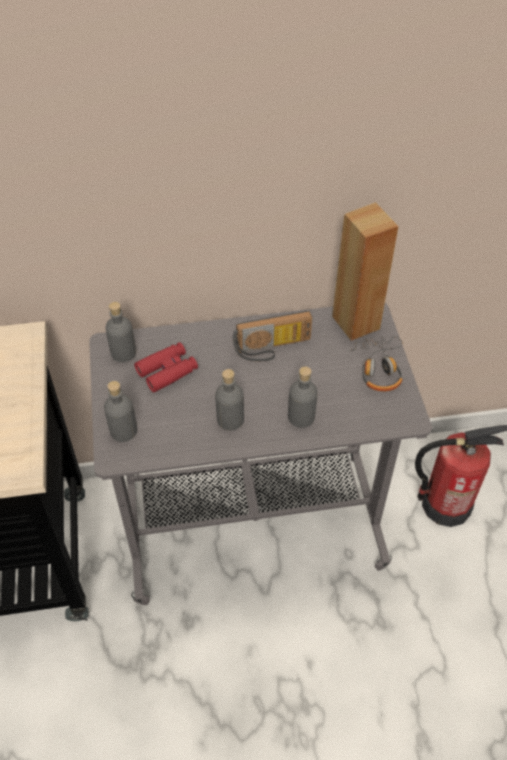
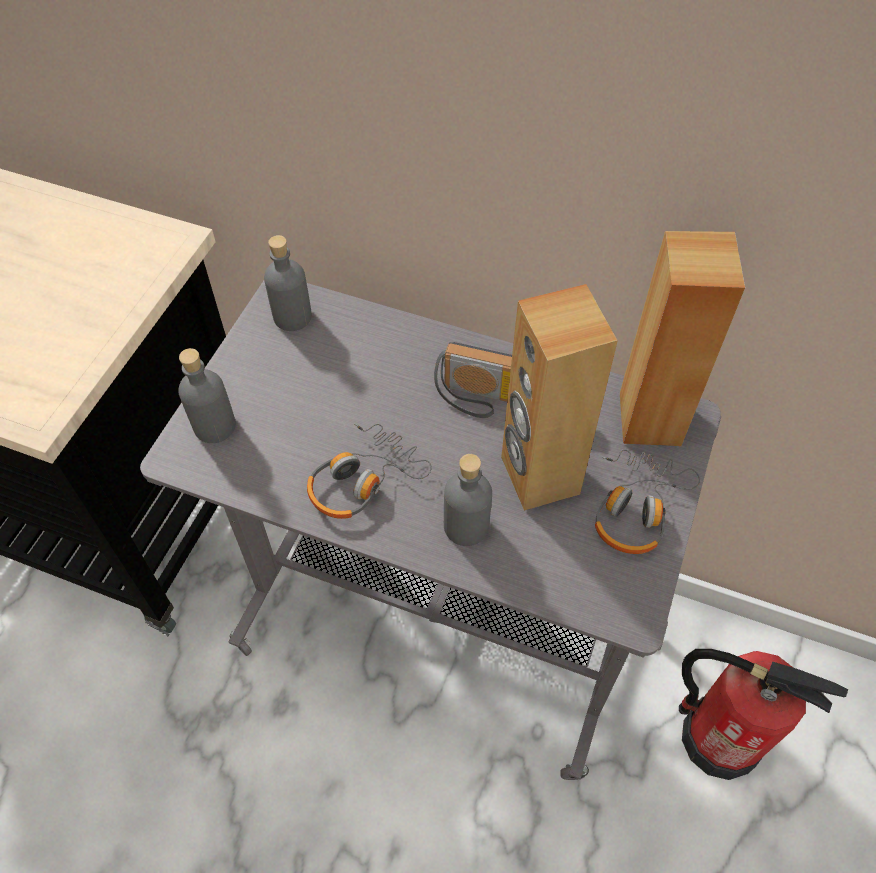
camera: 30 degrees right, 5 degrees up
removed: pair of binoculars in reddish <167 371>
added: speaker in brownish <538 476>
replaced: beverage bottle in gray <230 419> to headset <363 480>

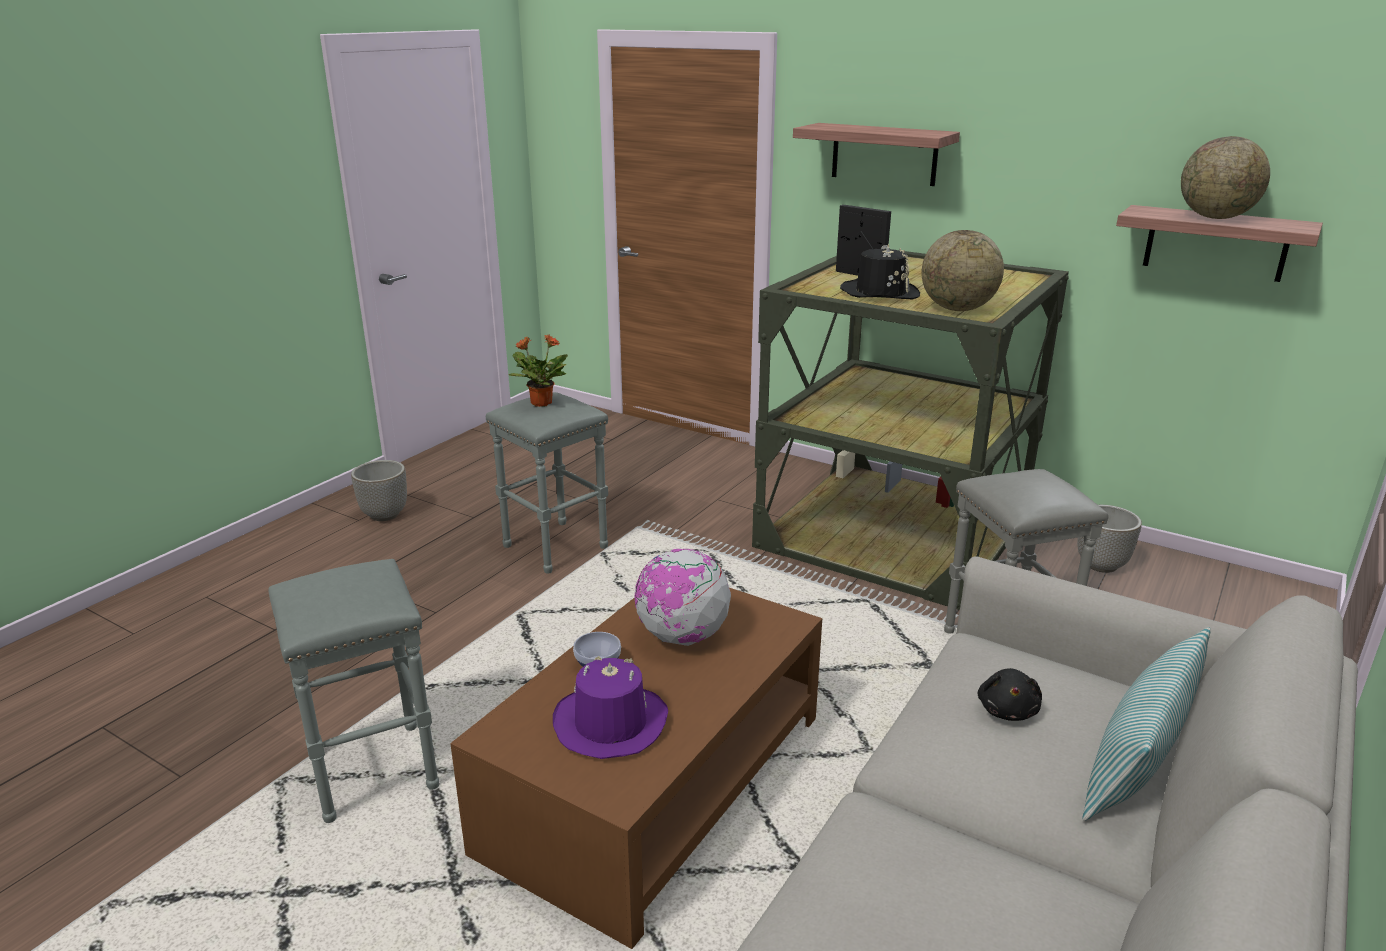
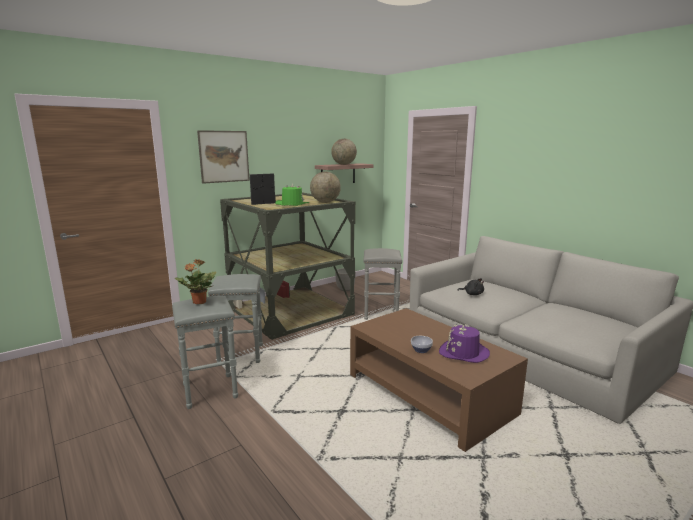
camera: 70 degrees left, 10 degrees down
removed: flower pot <384 515>; globe <682 637>; throw pillow <1137 761>
moved: stool in gray <375 769> to <240 354>
replaced: shelf <884 154> to wall art <224 156>
recoloured: hat in blackish <880 293> to hat in greenish <292 204>

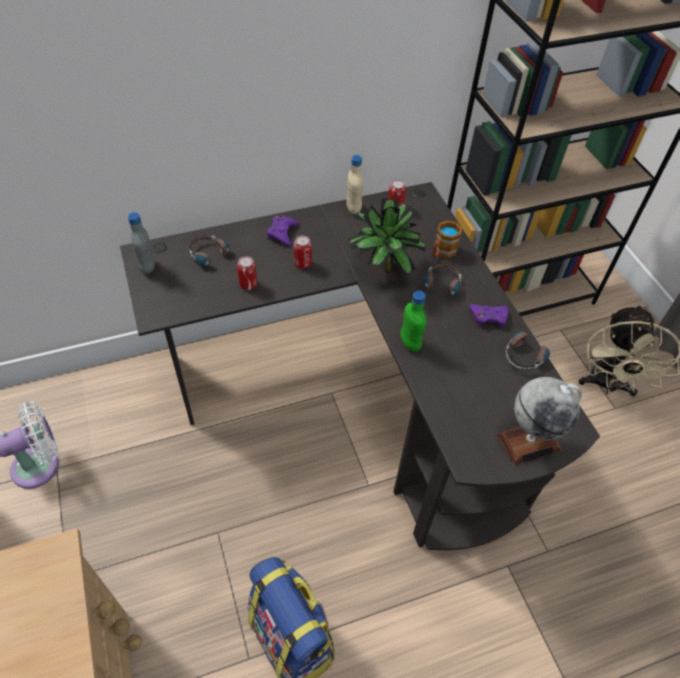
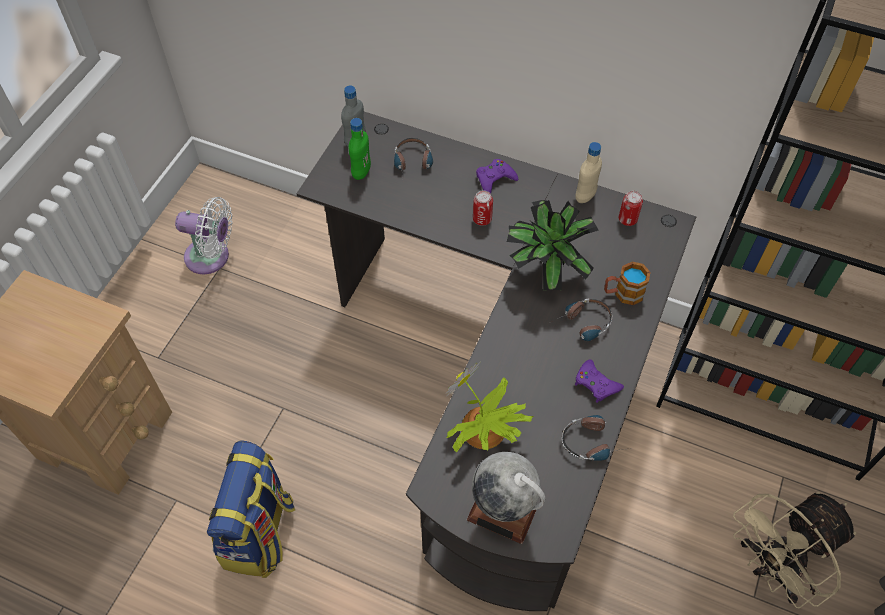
camera: 45 degrees right, 5 degrees up
removed: sealed can <248 284>
added: potted plant <483 431>
moved: beverage bottle in greenish <410 343> to <361 172>

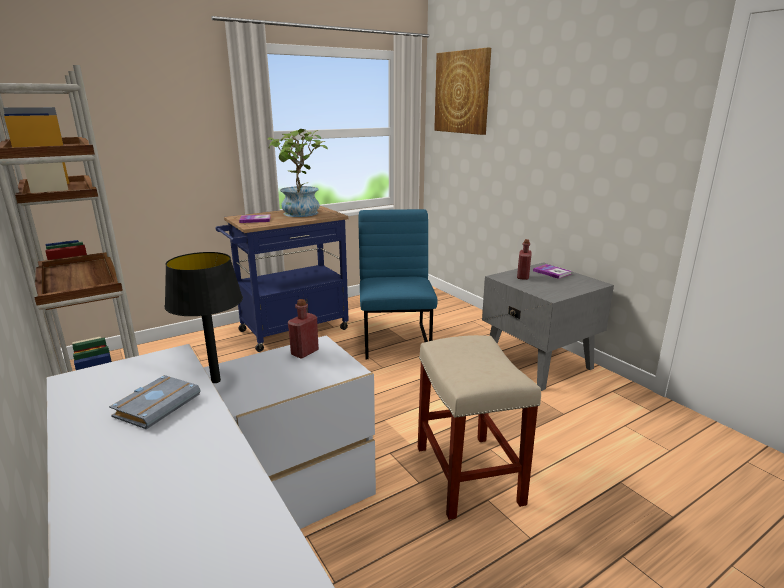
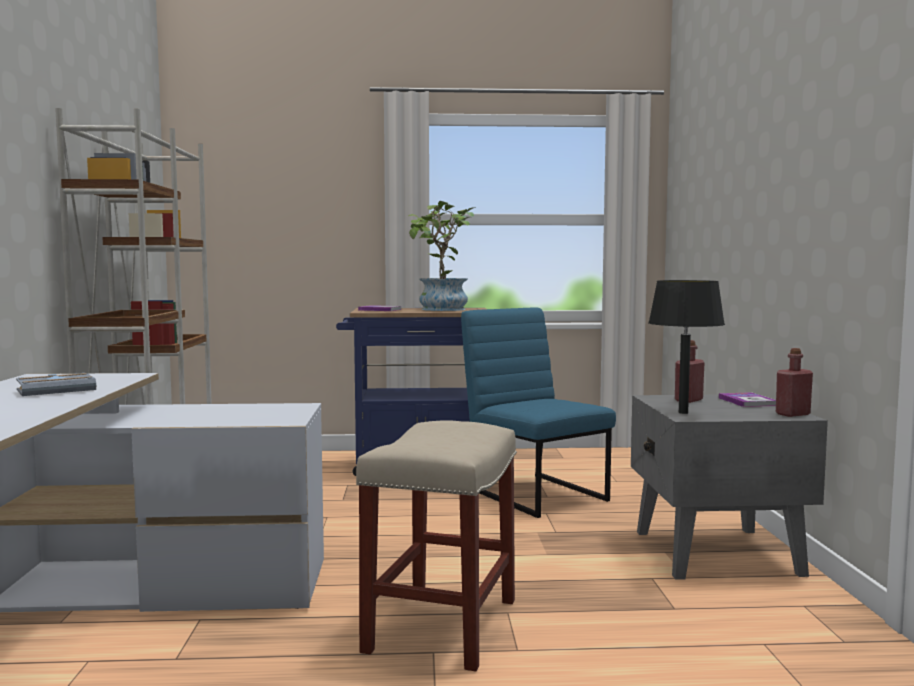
camera: 30 degrees right, 15 degrees down
removed: wall art <462 92>
moved: table lamp in blackish <215 381> to <683 413>; beverage bottle in reddish <304 352> to <792 414>
turned: upright chair in blue <396 339> = <535 493> 60 degrees counterclockwise

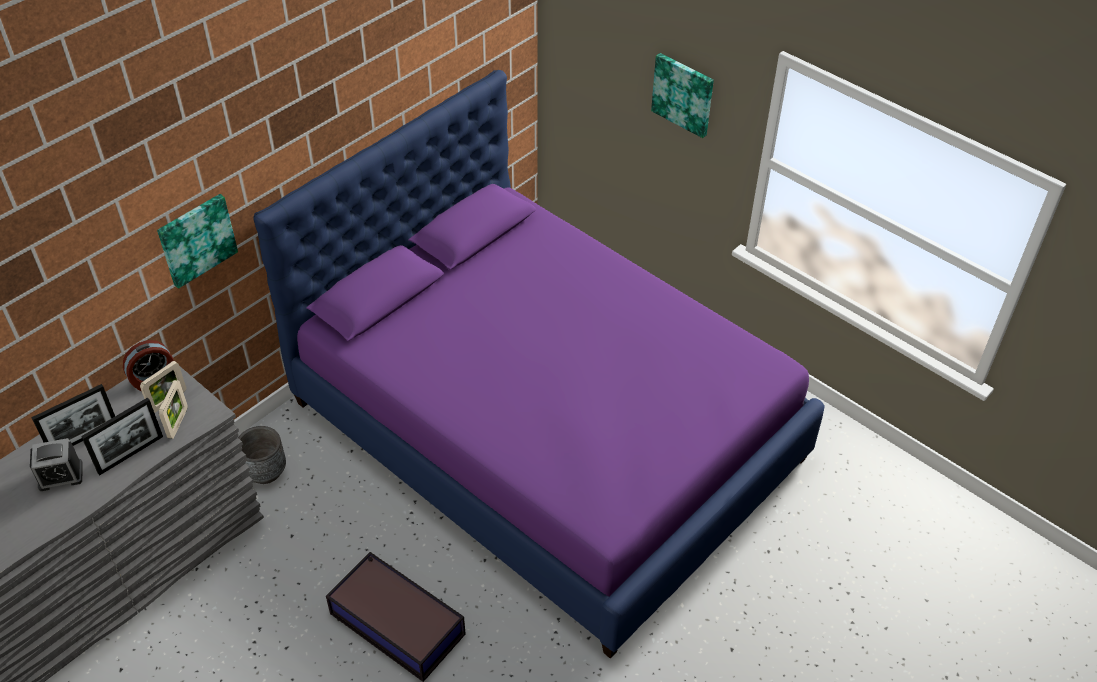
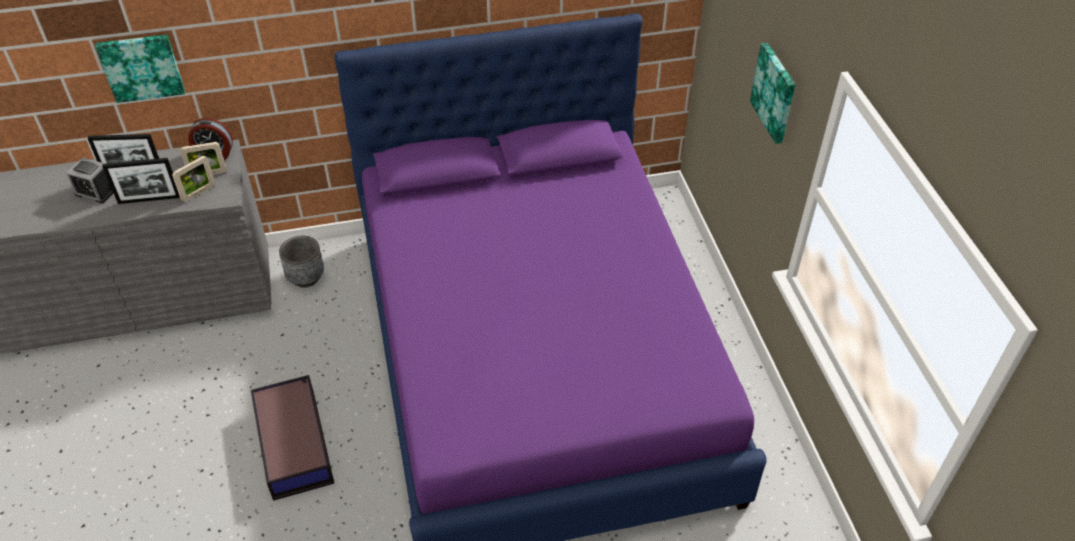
camera: 35 degrees right, 0 degrees up
moved: wall art <196 239> to <141 67>

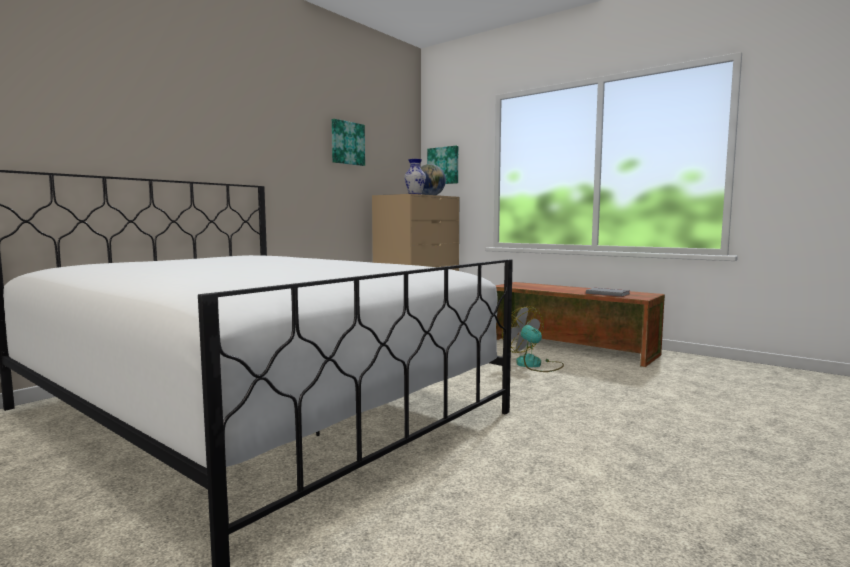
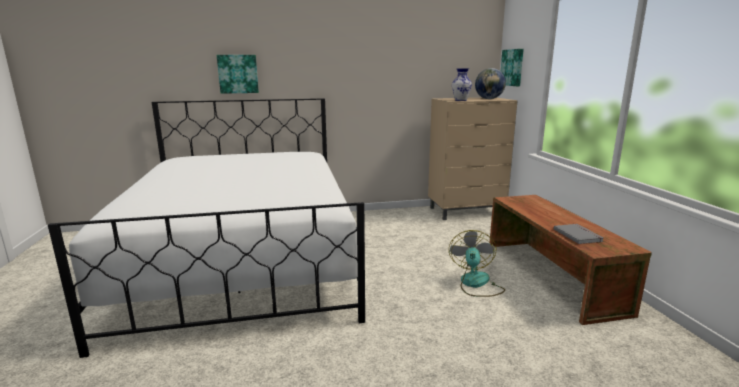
camera: 40 degrees right, 10 degrees up
moved: wall art <347 143> to <238 74>

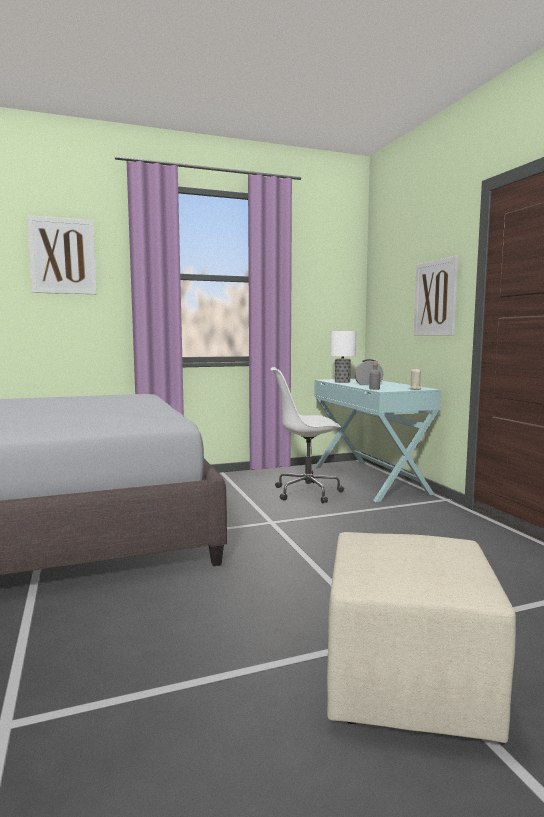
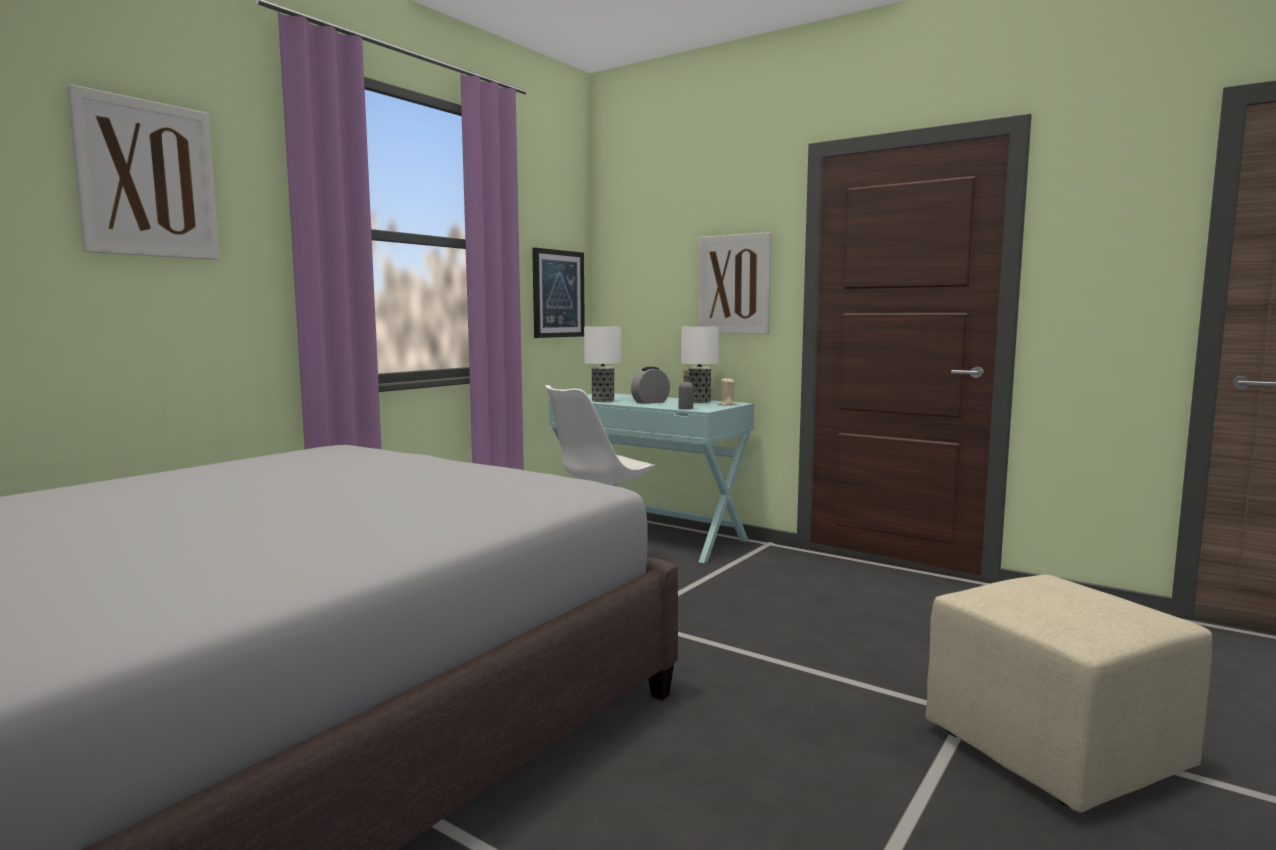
camera: 35 degrees left, 0 degrees up
added: wall art <558 294>; table lamp <699 401>

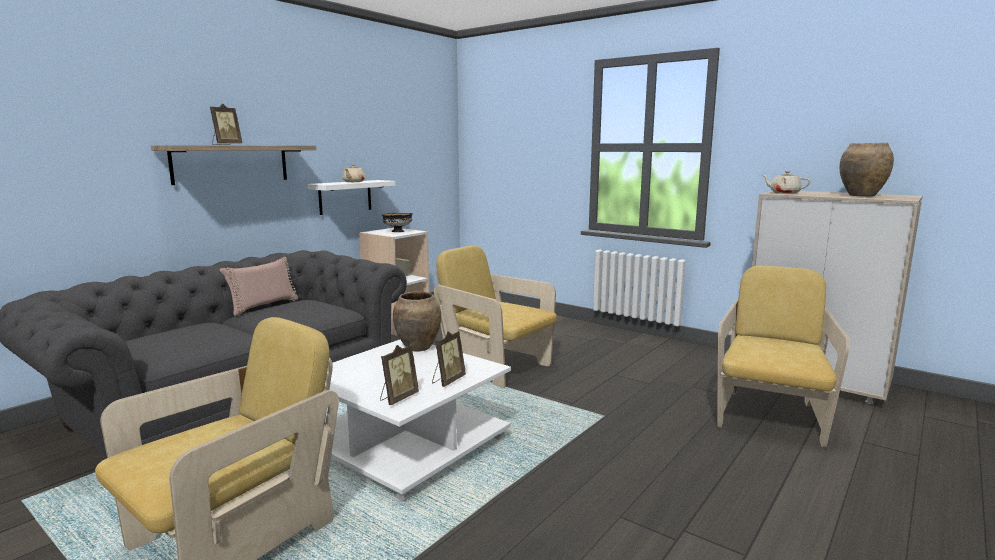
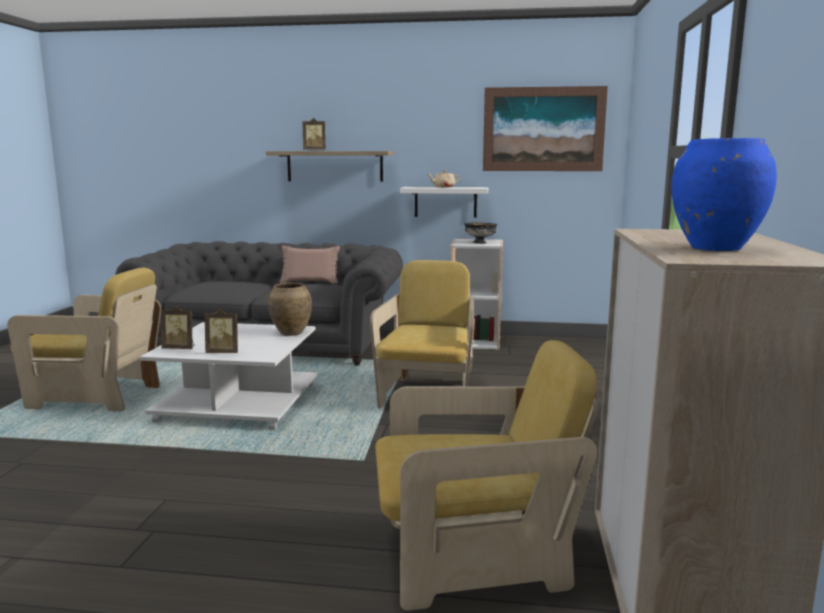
camera: 60 degrees right, 0 degrees up
removed: tea pot in sand-coloured <784 193>
added: wall art <543 129>
recoloured: decorative vase in brownish <862 195> to decorative vase in blue <714 248>

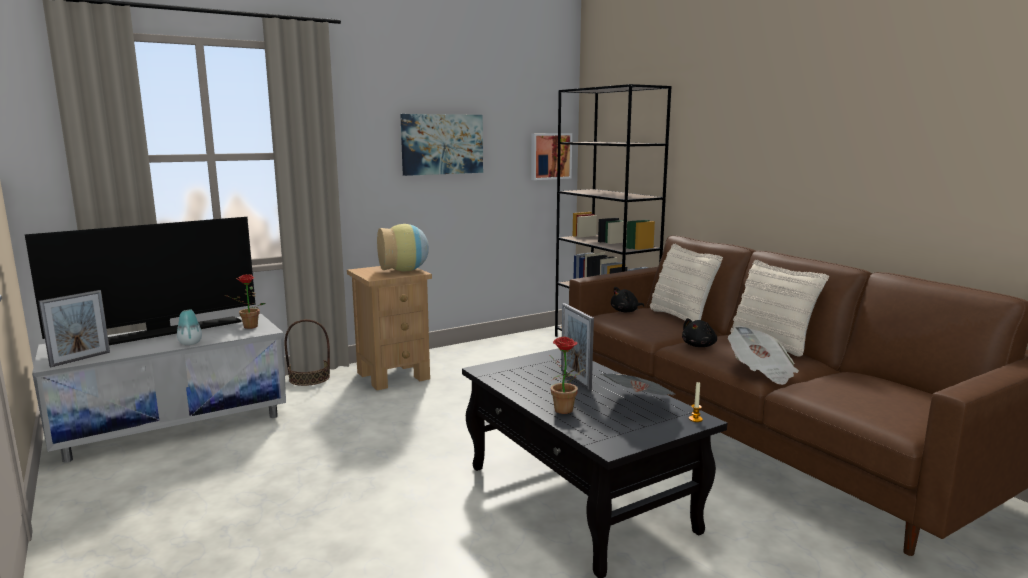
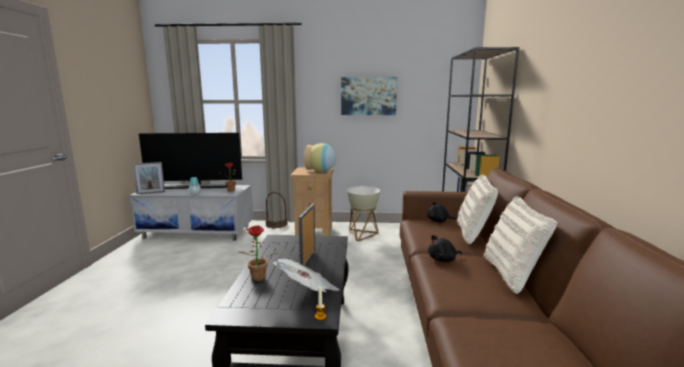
camera: 35 degrees right, 0 degrees up
removed: wall art <550 156>; newspaper <761 372>
added: flower pot <362 234>

